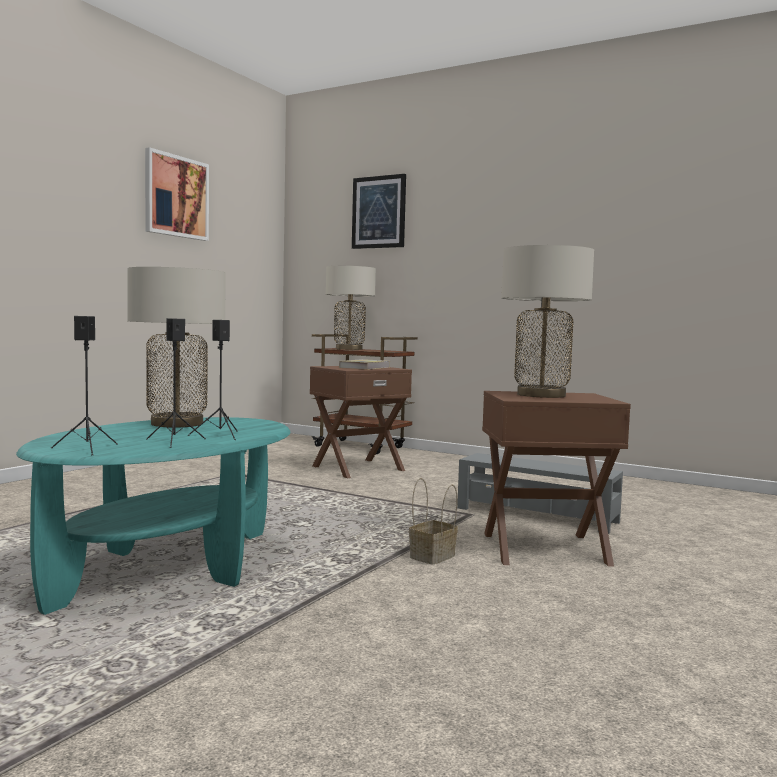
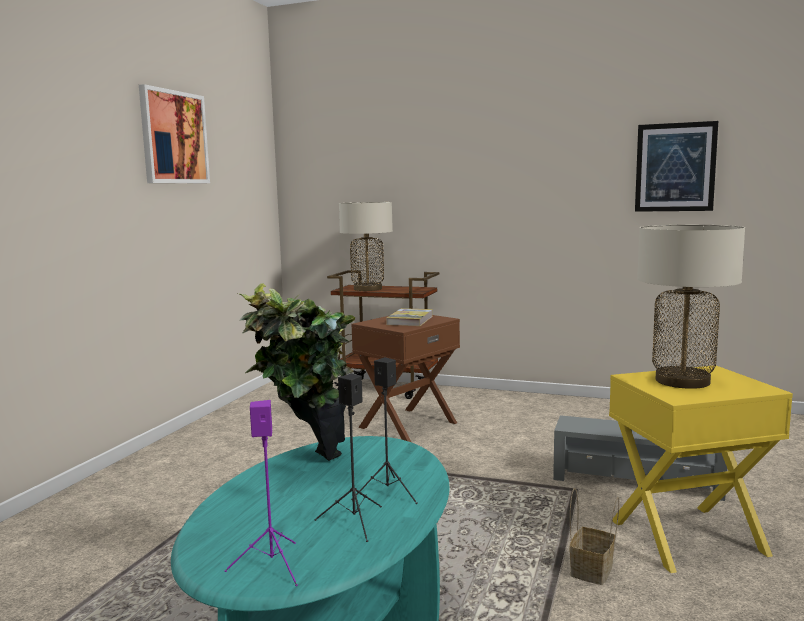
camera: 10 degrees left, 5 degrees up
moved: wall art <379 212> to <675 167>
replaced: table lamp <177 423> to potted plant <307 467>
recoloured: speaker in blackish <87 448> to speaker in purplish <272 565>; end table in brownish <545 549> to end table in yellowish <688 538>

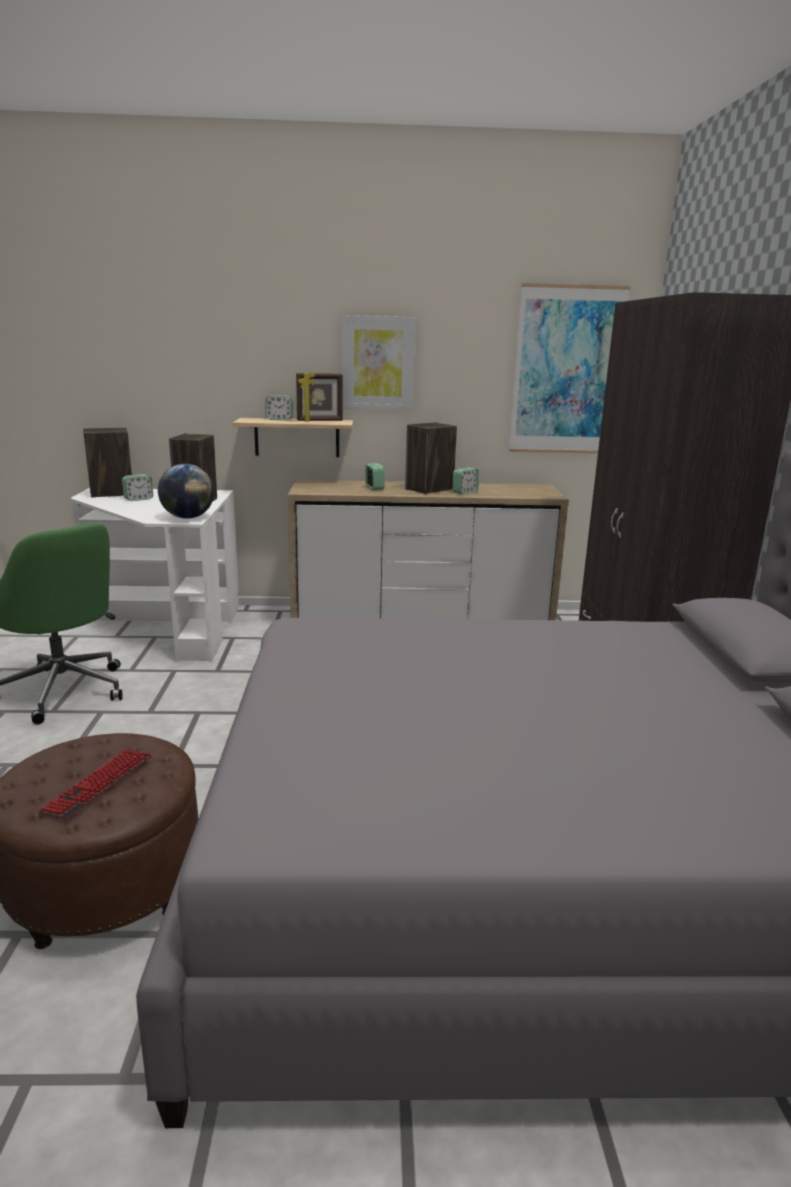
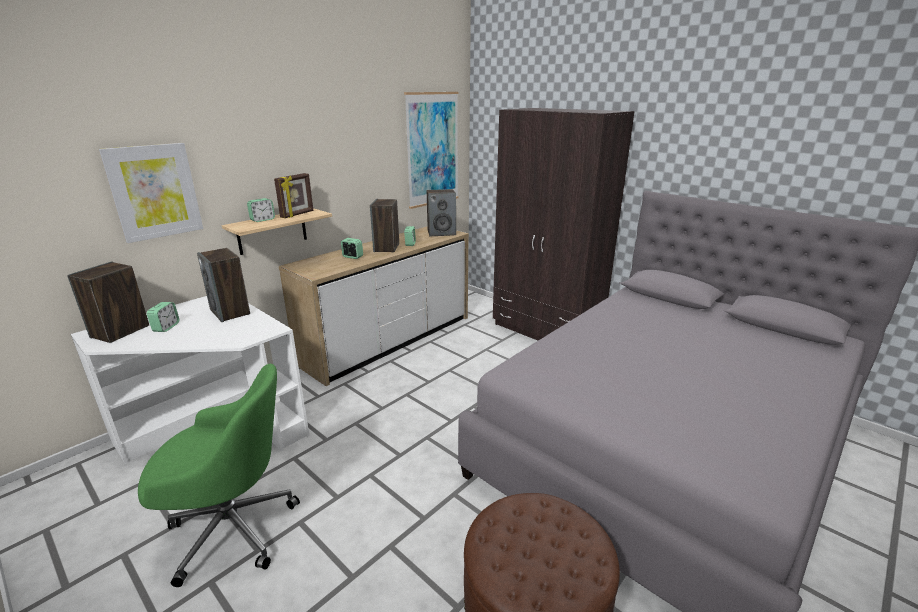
camera: 45 degrees left, 5 degrees up
removed: globe <187 517>; PC keyboard <99 785>
added: speaker <441 233>
moved: wall art <378 363> to <154 192>

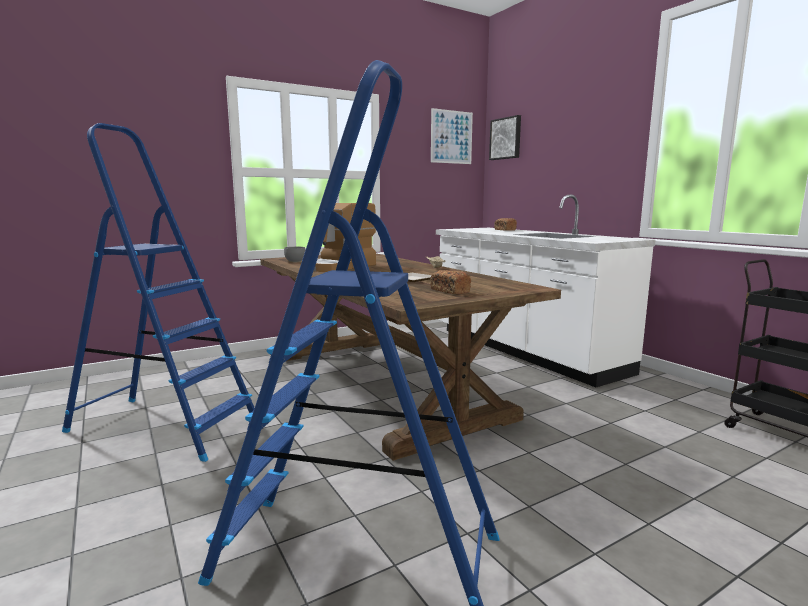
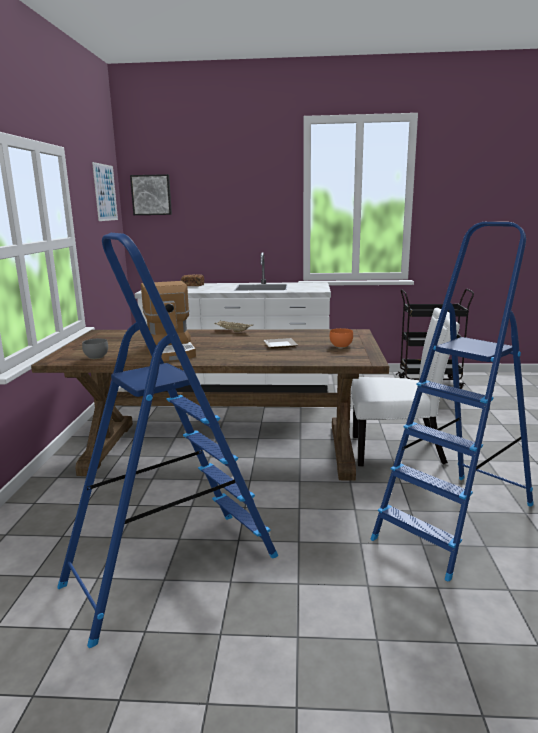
camera: 55 degrees left, 5 degrees up
added: upright chair in white <395 450>
replaced: bakery bread <449 291> to bowl in orangey <340 346>

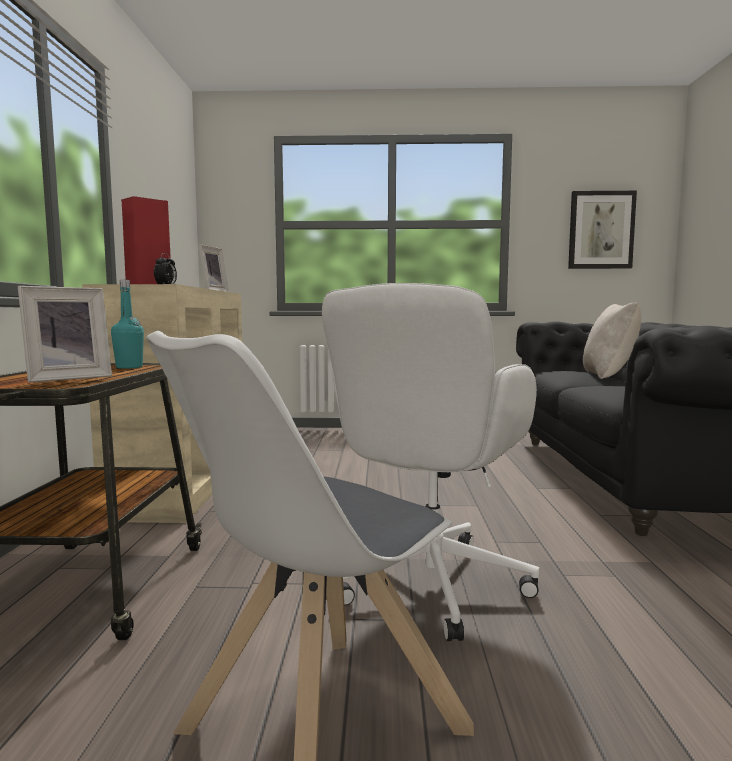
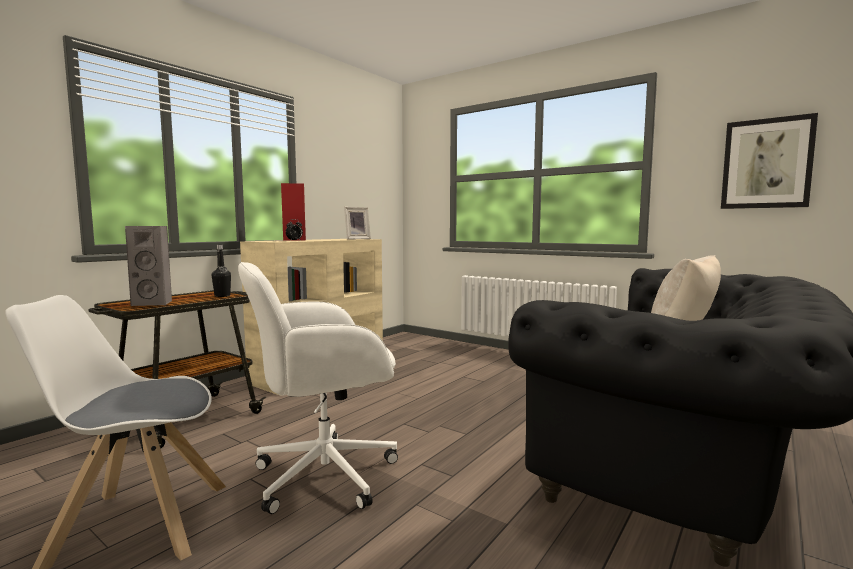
camera: 35 degrees right, 0 degrees up
replaced: picture frame <68 378> to speaker in gray <155 303>
recoloured: beverage bottle in turquoise-coloured <129 367> to beverage bottle in blackish <222 296>

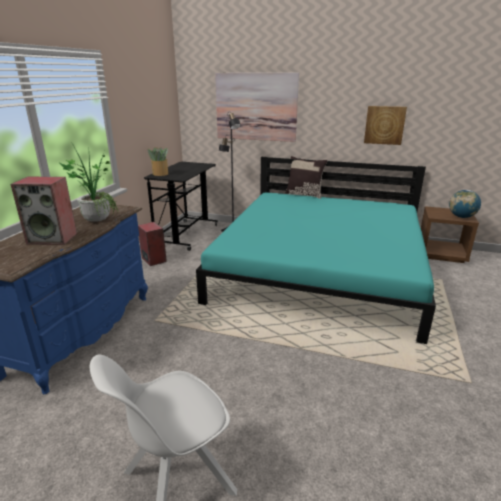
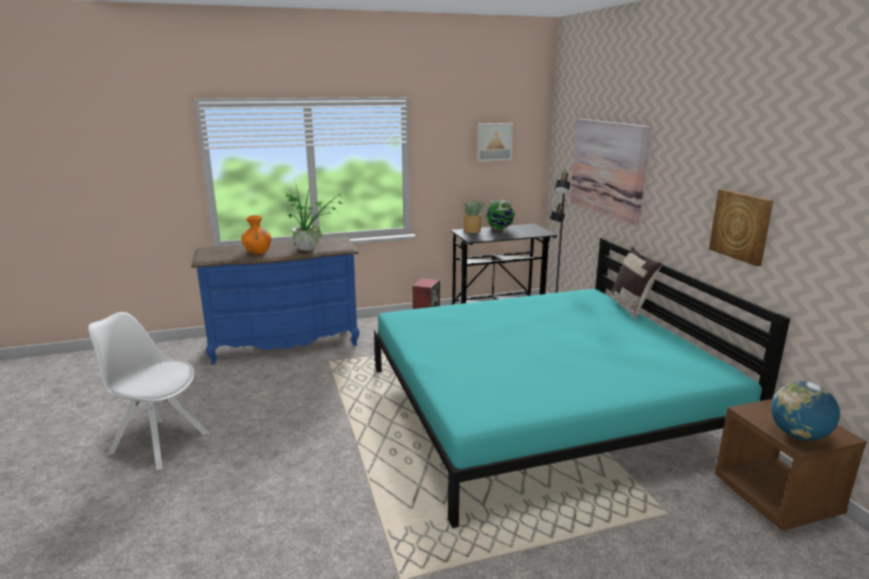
camera: 55 degrees right, 5 degrees down
added: wall art <494 141>; globe <499 229>
replaced: speaker <53 238> to decorative vase in orangey <258 252>

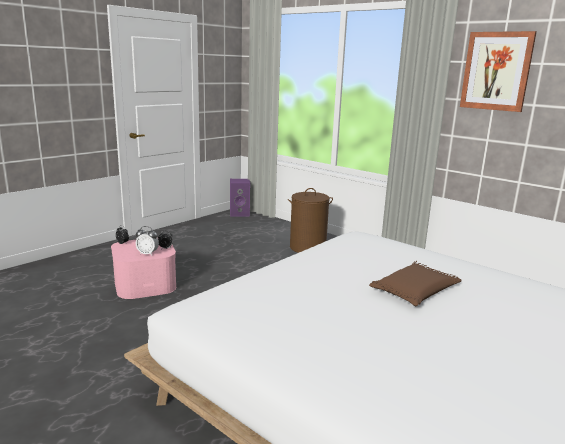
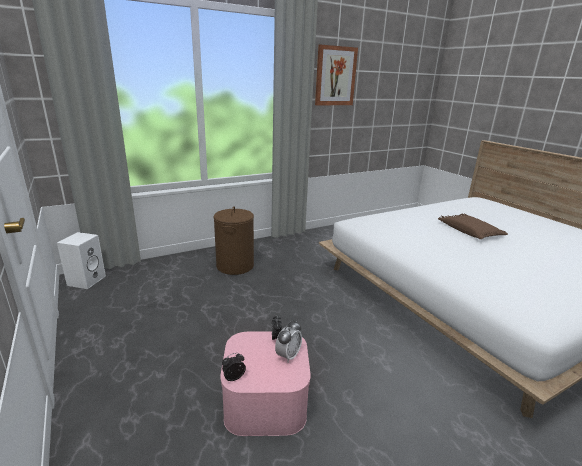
camera: 70 degrees left, 5 degrees up
recoloured: speaker in purplish <240 213> to speaker in white <86 280>

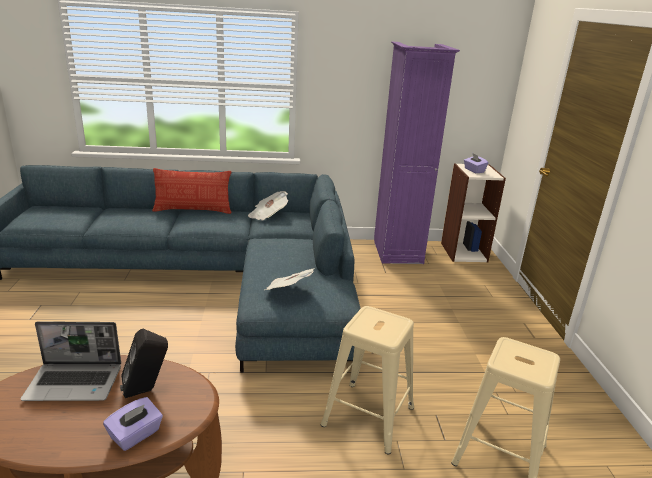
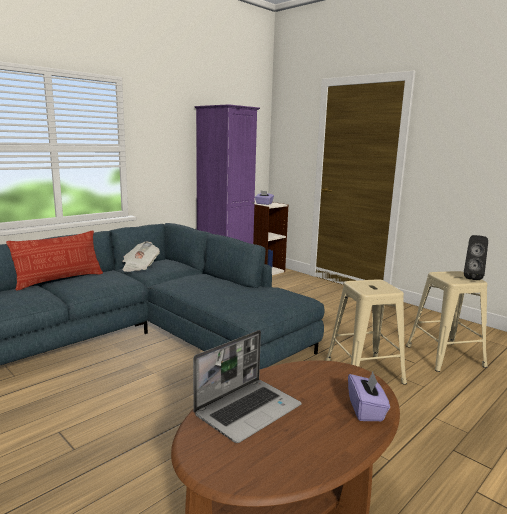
camera: 40 degrees left, 10 degrees down
removed: newspaper <288 291>
moved: speaker in blackish <147 390> to <472 278>

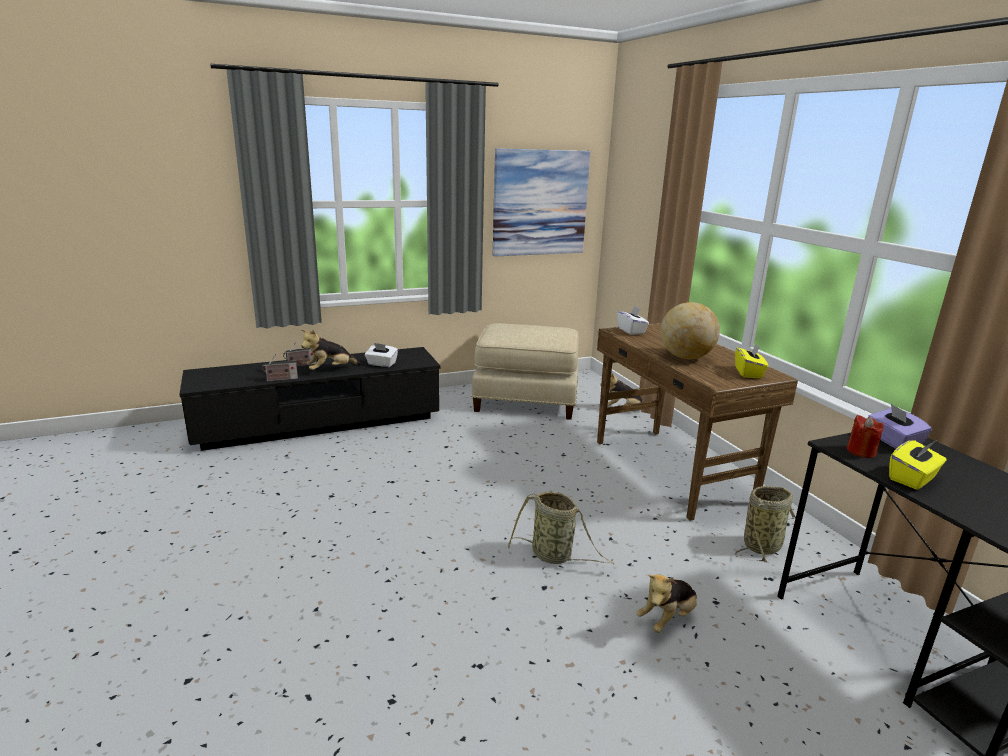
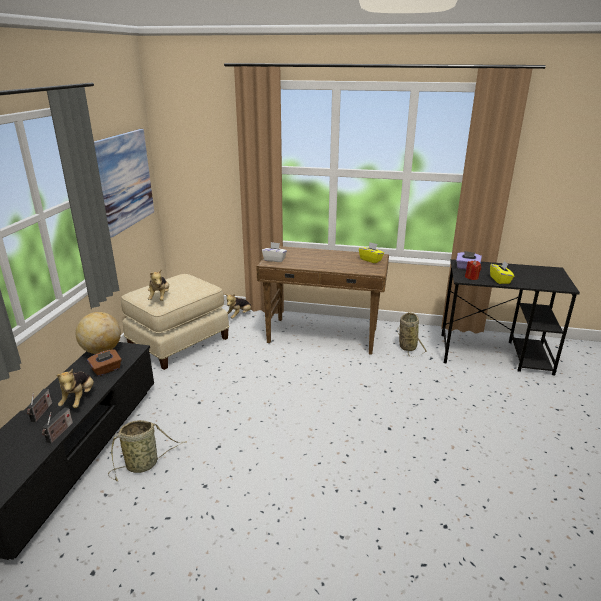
camera: 55 degrees left, 5 degrees up
moved: globe <685 357> to <102 350>; storage basket <554 556> to <144 464>; soft toy <667 618> to <160 297>
recoloured: box of tissues in white <381 364> to box of tissues in brownish <106 370>

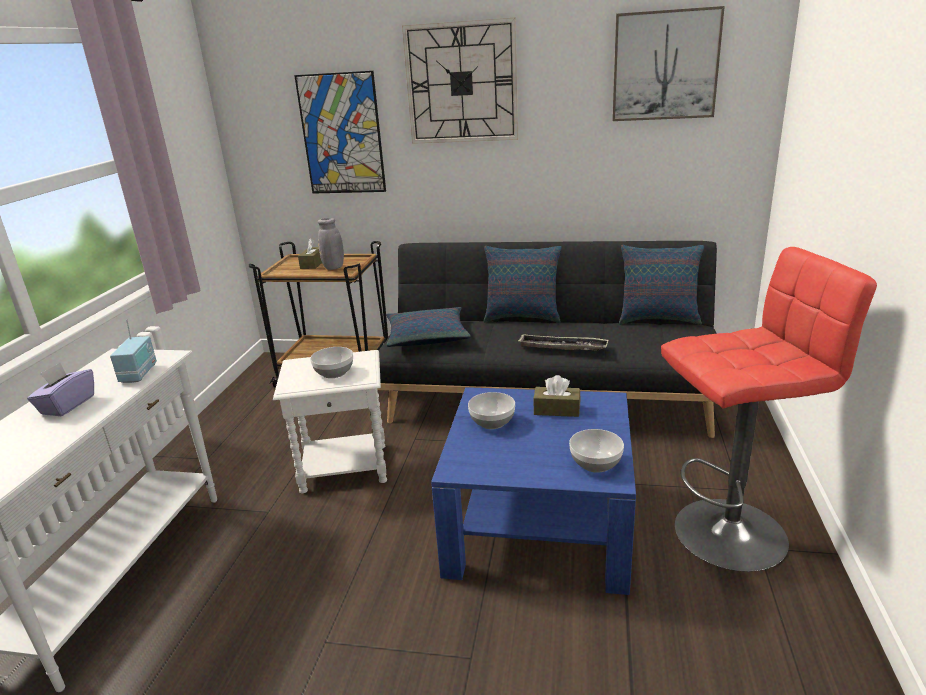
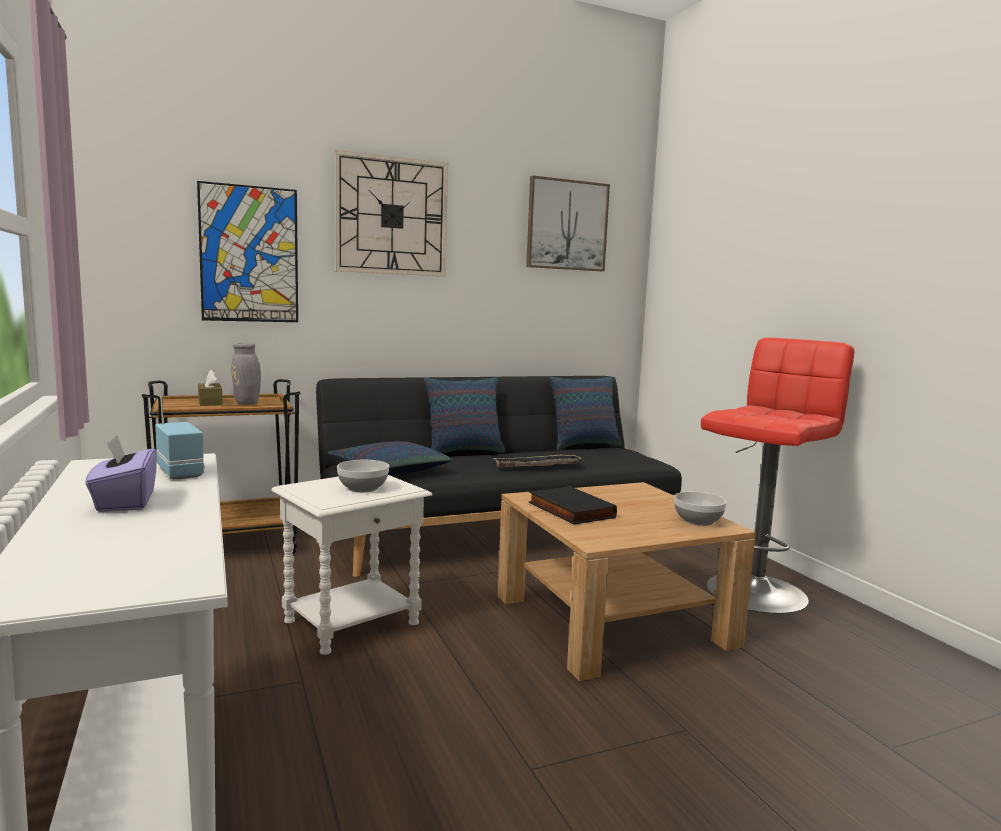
camera: 35 degrees left, 15 degrees down
removed: box of tissues in brownish <556 410>
replaced: bowl <491 422> to book in blackish <569 510>
recoloured: low table in blue <539 524> to low table in brownish <612 620>

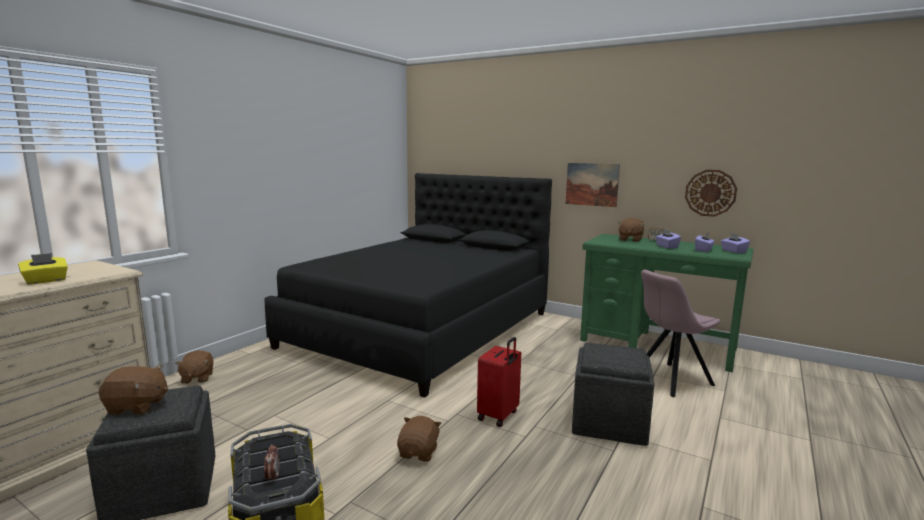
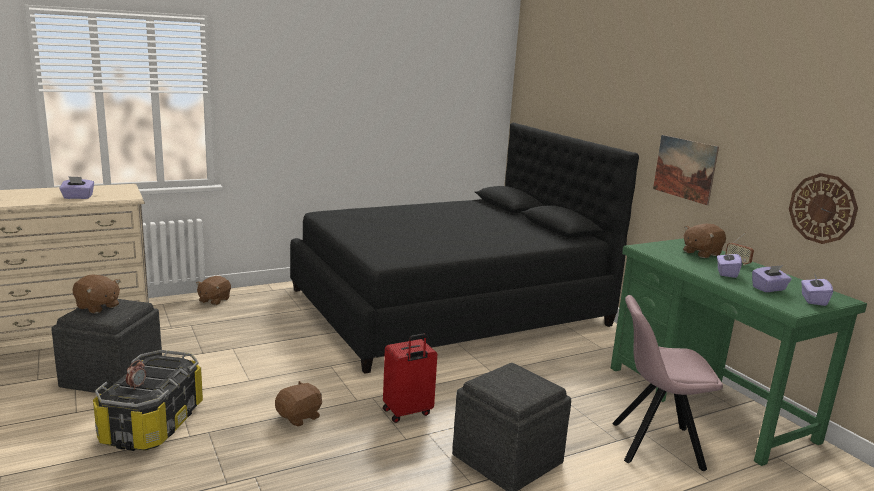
camera: 30 degrees right, 5 degrees up
recoloured: box of tissues in yellowish <46 281> to box of tissues in purplish <78 197>

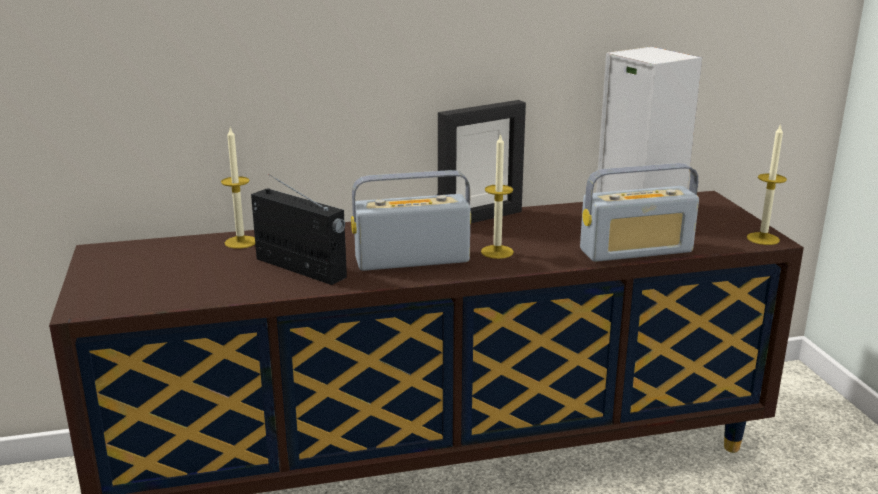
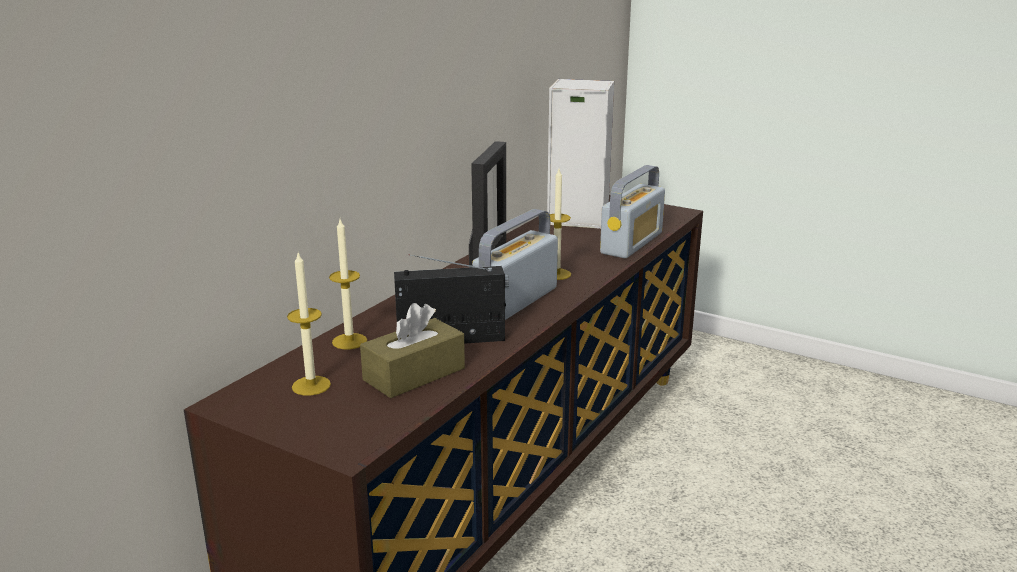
camera: 45 degrees left, 0 degrees up
added: box of tissues in brownish <414 374>
moved: candle <763 239> to <311 385>

